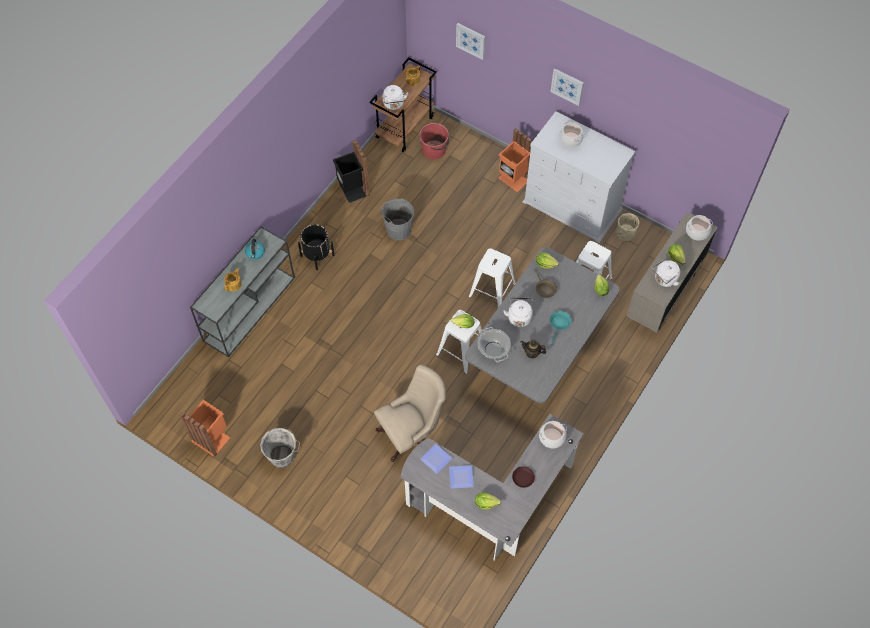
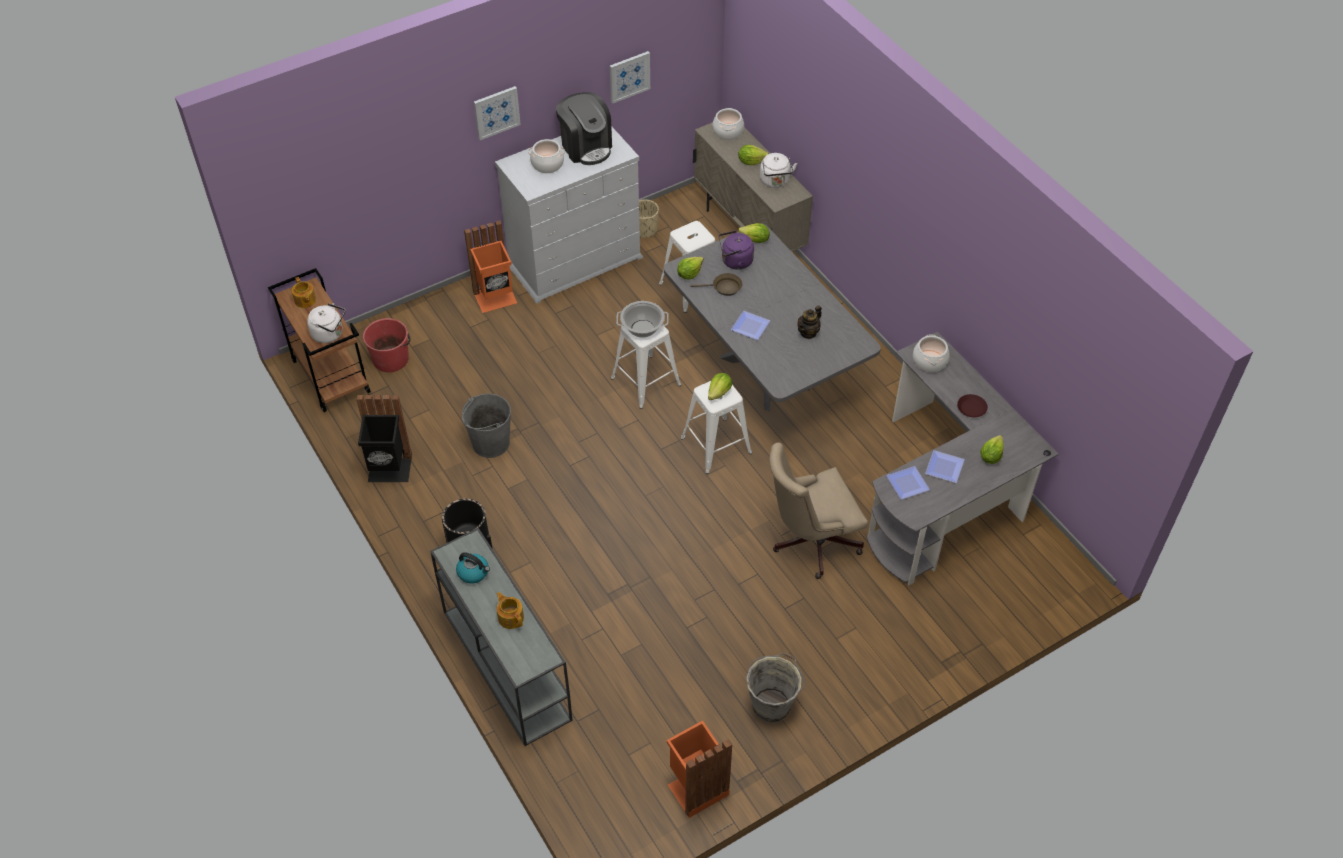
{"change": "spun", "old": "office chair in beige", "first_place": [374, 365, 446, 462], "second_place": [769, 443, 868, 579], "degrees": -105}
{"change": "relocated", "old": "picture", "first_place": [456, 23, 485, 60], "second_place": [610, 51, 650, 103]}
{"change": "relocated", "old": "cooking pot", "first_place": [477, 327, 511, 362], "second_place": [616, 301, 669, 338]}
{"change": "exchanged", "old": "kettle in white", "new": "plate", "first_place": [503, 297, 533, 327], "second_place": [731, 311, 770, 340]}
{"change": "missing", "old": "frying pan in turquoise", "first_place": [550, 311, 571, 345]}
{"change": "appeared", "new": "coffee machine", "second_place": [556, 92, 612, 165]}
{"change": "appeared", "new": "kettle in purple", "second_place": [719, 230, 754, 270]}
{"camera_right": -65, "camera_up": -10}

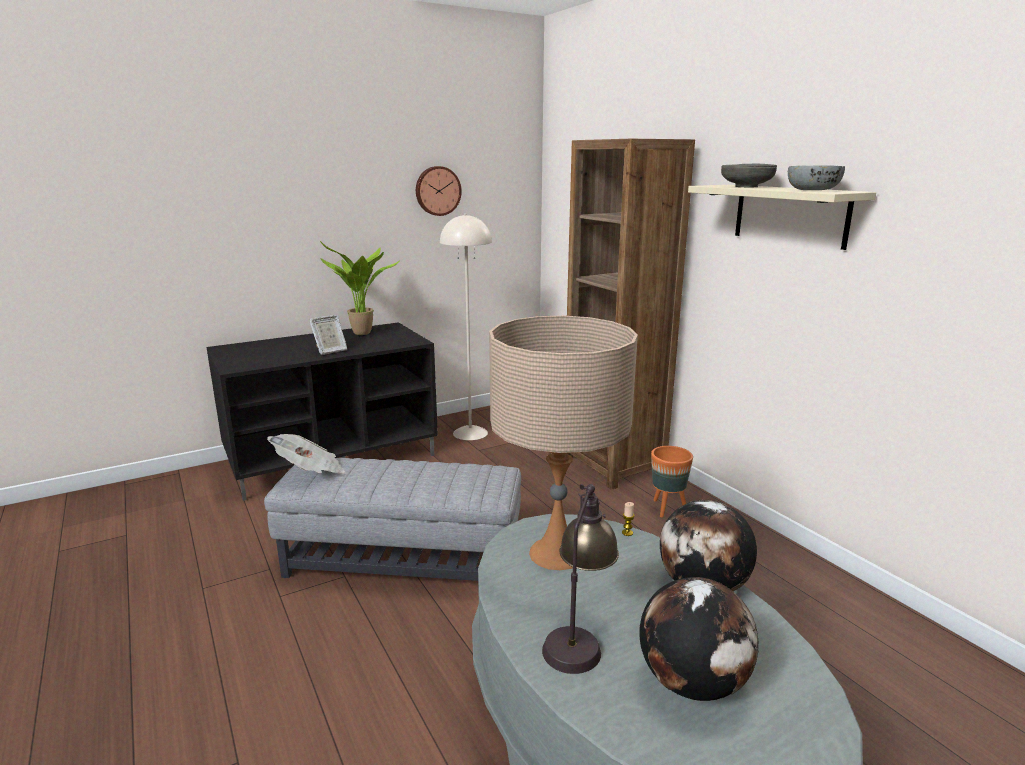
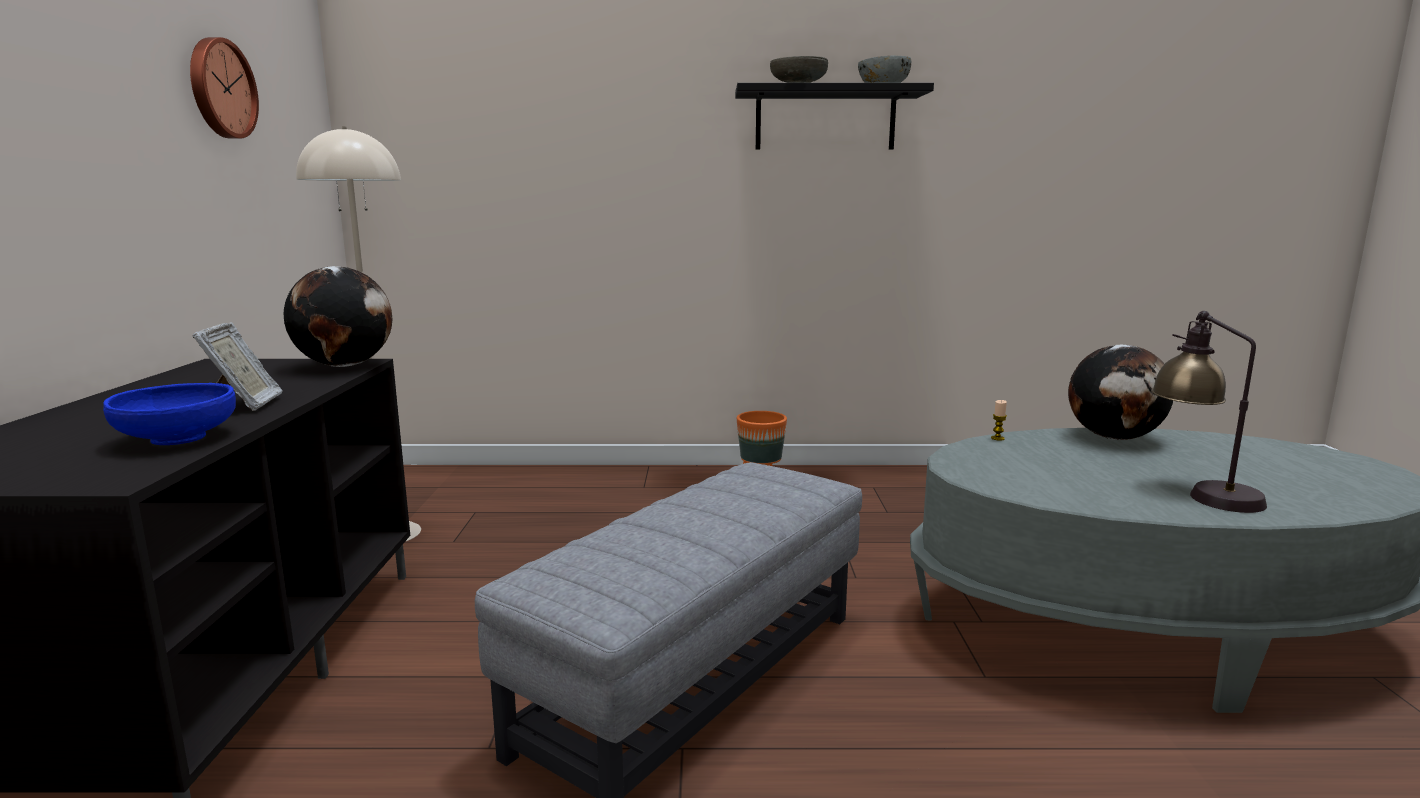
{"change": "missing", "old": "newspaper", "first_place": [267, 434, 346, 474]}
{"change": "missing", "old": "potted plant", "first_place": [320, 241, 400, 335]}
{"change": "missing", "old": "table lamp in beige", "first_place": [489, 316, 638, 570]}
{"change": "missing", "old": "bookcase in brown", "first_place": [567, 139, 695, 490]}
{"change": "relocated", "old": "globe", "first_place": [639, 577, 758, 701], "second_place": [284, 266, 392, 367]}
{"change": "colour", "old": "shelf in beige", "new": "shelf in black", "first_place": [688, 185, 876, 250], "second_place": [735, 83, 934, 150]}
{"change": "appeared", "new": "bowl in blue", "second_place": [103, 383, 236, 445]}
{"camera_right": -60, "camera_up": -5}

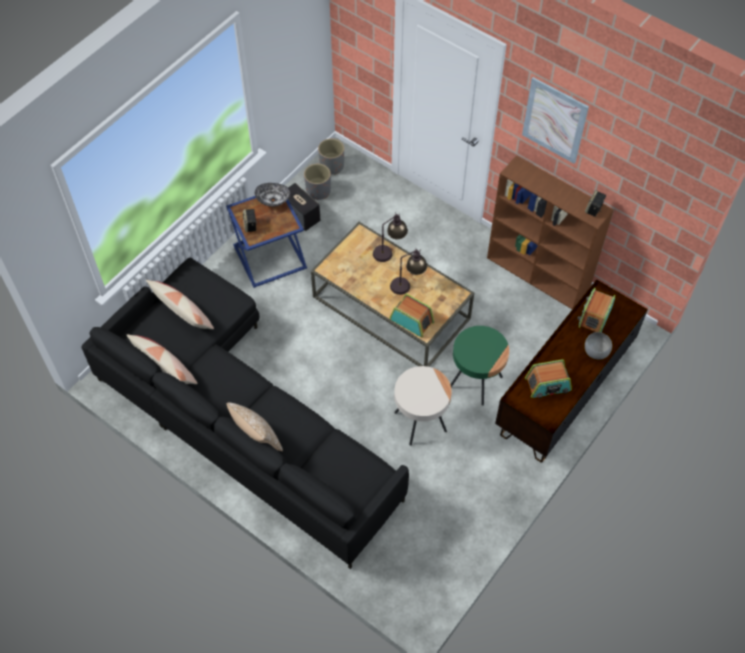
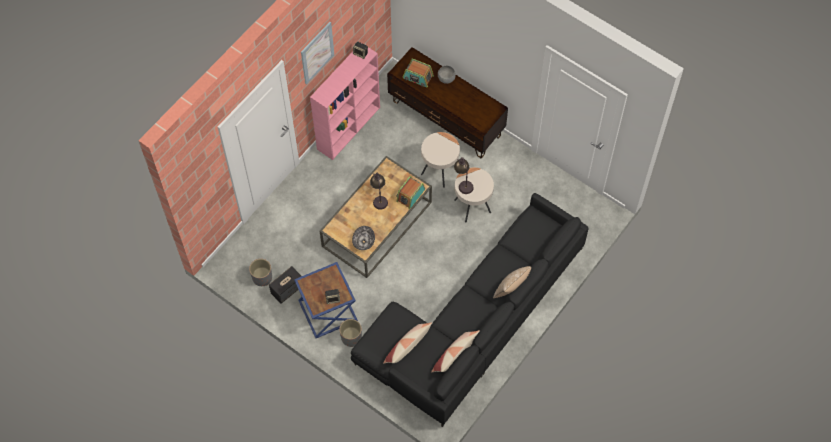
{"change": "relocated", "old": "bowl", "first_place": [255, 183, 290, 207], "second_place": [352, 226, 375, 250]}
{"change": "relocated", "old": "planter in grey", "first_place": [318, 139, 344, 175], "second_place": [339, 319, 362, 347]}
{"change": "relocated", "old": "table lamp", "first_place": [373, 213, 408, 262], "second_place": [454, 157, 474, 194]}
{"change": "colour", "old": "side table in green", "new": "side table in beige", "first_place": [450, 326, 509, 406], "second_place": [421, 132, 460, 188]}
{"change": "colour", "old": "bookcase in brown", "new": "bookcase in pink", "first_place": [487, 155, 614, 309], "second_place": [310, 47, 380, 160]}
{"change": "missing", "old": "radio", "first_place": [525, 359, 572, 399]}
{"camera_right": -90, "camera_up": 5}

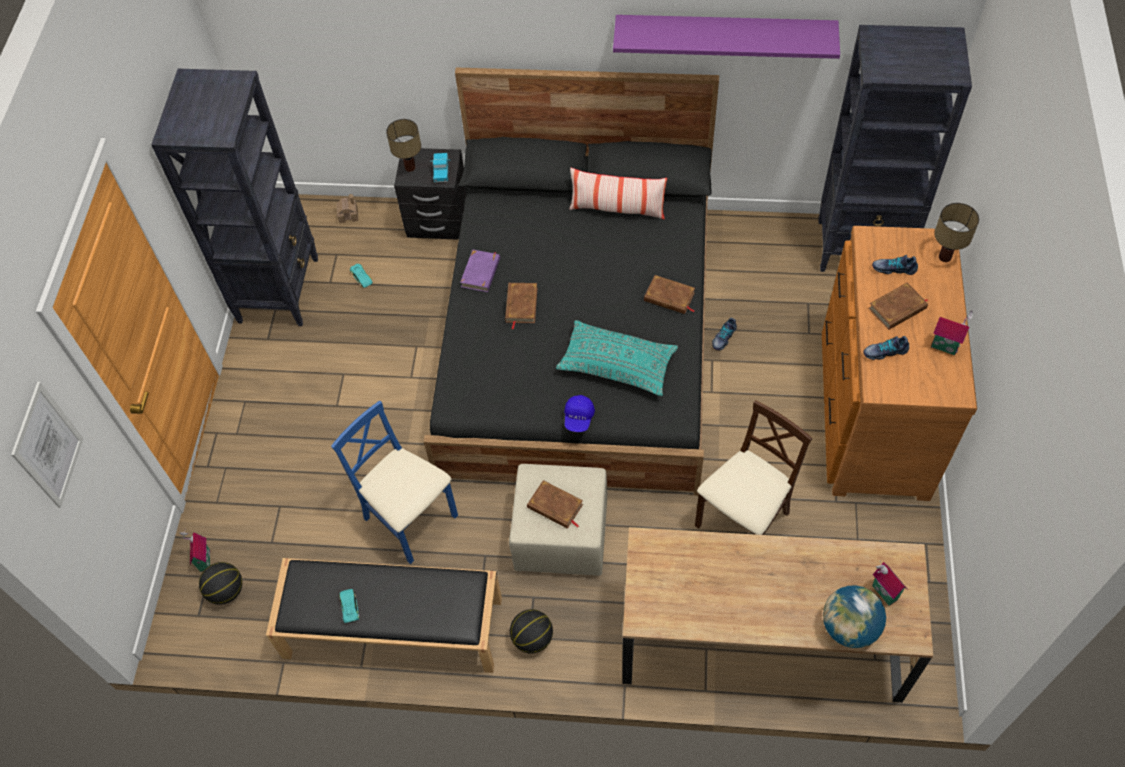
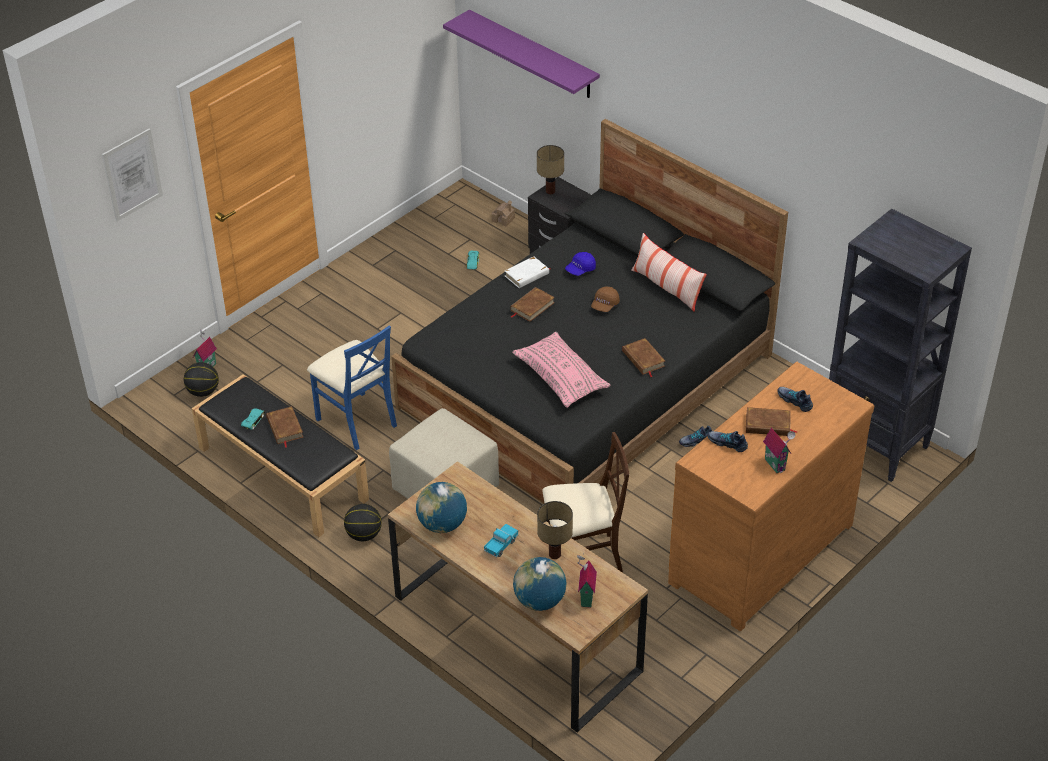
{"change": "missing", "old": "bookcase in black", "first_place": [151, 69, 318, 326]}
{"change": "spun", "old": "chair in blue", "first_place": [331, 401, 458, 564], "second_place": [307, 325, 397, 450], "degrees": 150}
{"change": "relocated", "old": "toy truck", "first_place": [430, 153, 450, 183], "second_place": [484, 524, 519, 558]}
{"change": "colour", "old": "book in purple", "new": "book in white", "first_place": [460, 250, 500, 292], "second_place": [505, 256, 550, 288]}
{"change": "relocated", "old": "book in brown", "first_place": [527, 480, 583, 529], "second_place": [266, 406, 303, 447]}
{"change": "colour", "old": "pillow in turquoise", "new": "pillow in pink", "first_place": [556, 320, 678, 396], "second_place": [512, 332, 610, 408]}
{"change": "relocated", "old": "cap in blue", "first_place": [564, 395, 595, 432], "second_place": [565, 252, 596, 276]}
{"change": "relocated", "old": "shelf in purple", "first_place": [613, 15, 840, 59], "second_place": [443, 10, 600, 98]}
{"change": "relocated", "old": "table lamp", "first_place": [934, 203, 979, 262], "second_place": [537, 501, 573, 559]}
{"change": "appeared", "new": "globe", "second_place": [416, 482, 467, 533]}
{"change": "appeared", "new": "cap in brown", "second_place": [591, 286, 620, 312]}
{"camera_right": 35, "camera_up": -15}

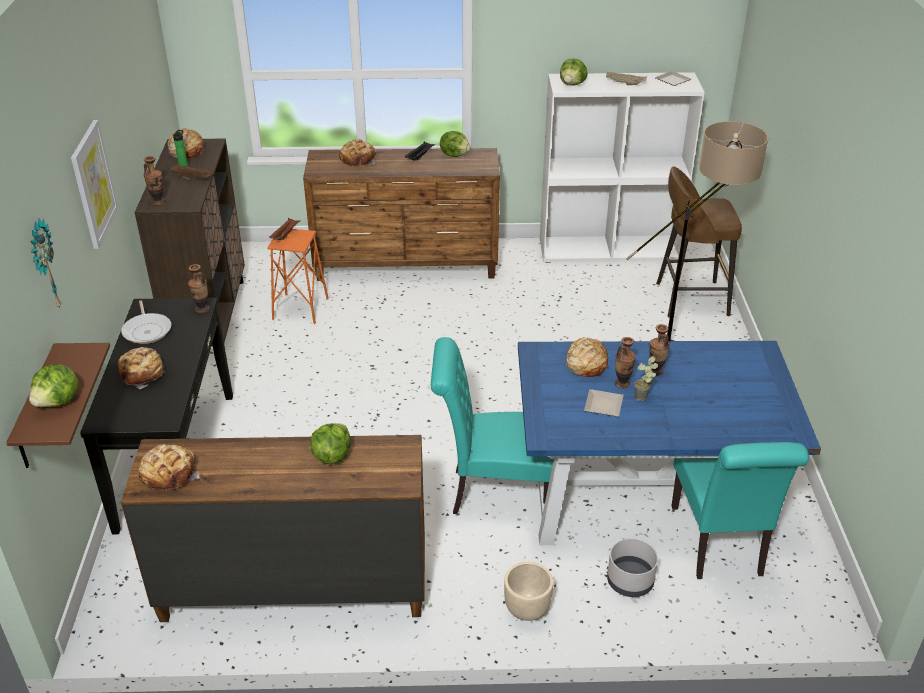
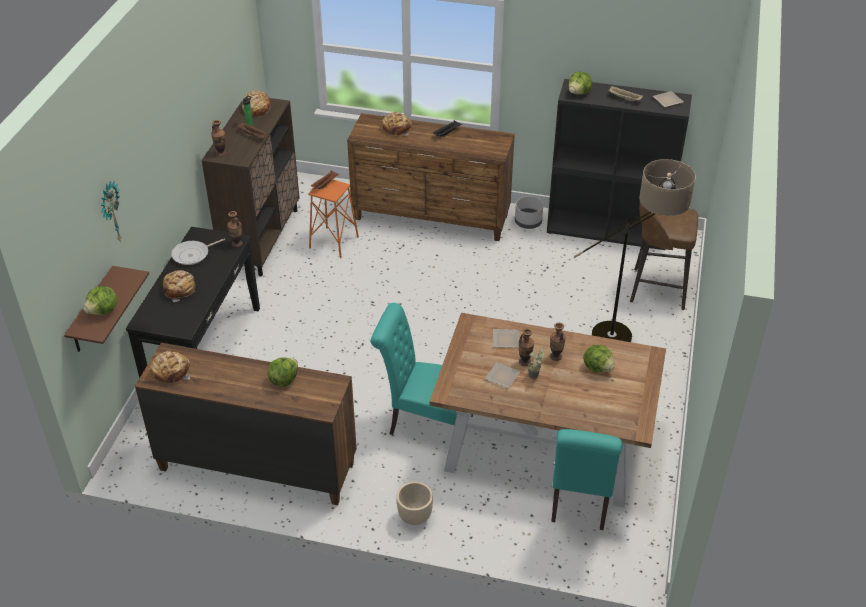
{"change": "missing", "old": "picture", "first_place": [71, 120, 118, 249]}
{"change": "spun", "old": "frying pan", "first_place": [121, 300, 171, 344], "second_place": [171, 238, 225, 265], "degrees": 60}
{"change": "relocated", "old": "lettuce", "first_place": [440, 131, 471, 157], "second_place": [583, 345, 614, 373]}
{"change": "colour", "old": "dining table in blue", "new": "dining table in brown", "first_place": [518, 341, 821, 545], "second_place": [430, 313, 666, 508]}
{"change": "colour", "old": "bookcase in white", "new": "bookcase in black", "first_place": [540, 72, 704, 262], "second_place": [547, 79, 692, 250]}
{"change": "exchanged", "old": "bread", "new": "plate", "first_place": [565, 337, 608, 377], "second_place": [493, 329, 519, 348]}
{"change": "relocated", "old": "planter in grey", "first_place": [607, 538, 658, 597], "second_place": [515, 196, 543, 229]}
{"camera_right": 15, "camera_up": 5}

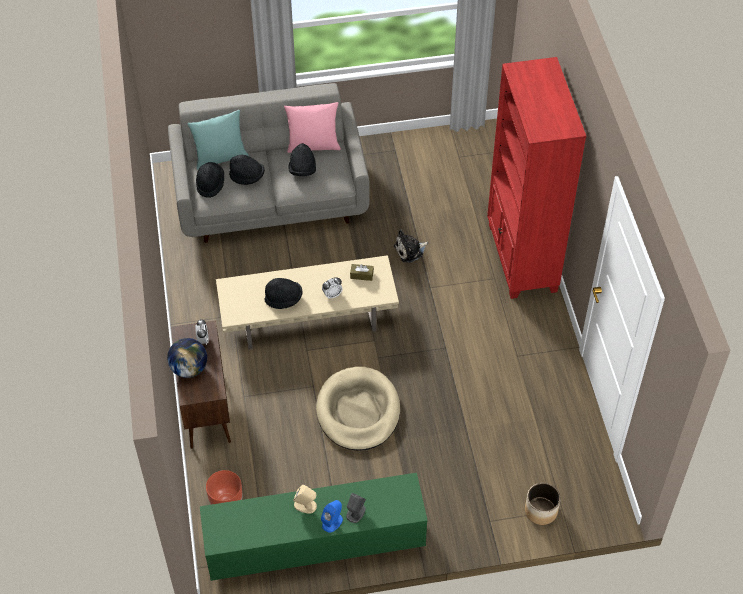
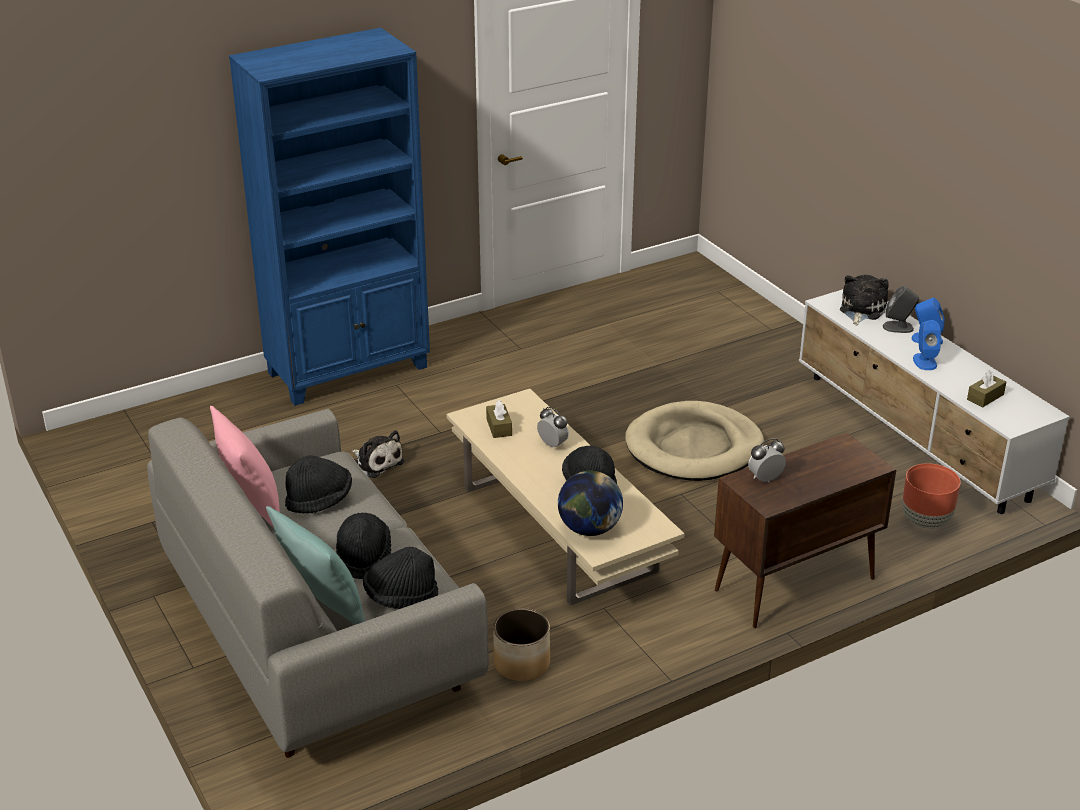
{"change": "relocated", "old": "globe", "first_place": [167, 338, 207, 378], "second_place": [558, 471, 623, 536]}
{"change": "colour", "old": "tv stand in green", "new": "tv stand in white", "first_place": [200, 473, 428, 581], "second_place": [799, 289, 1070, 514]}
{"change": "colour", "old": "speaker in beige", "new": "speaker in blue", "first_place": [293, 485, 317, 514], "second_place": [913, 320, 941, 370]}
{"change": "colour", "old": "bookcase in red", "new": "bookcase in blue", "first_place": [487, 57, 586, 299], "second_place": [229, 28, 430, 406]}
{"change": "relocated", "old": "planter", "first_place": [525, 483, 561, 525], "second_place": [493, 608, 550, 681]}
{"change": "appeared", "new": "plush toy", "second_place": [840, 275, 889, 325]}
{"change": "appeared", "new": "tissue box in brown", "second_place": [967, 370, 1006, 407]}
{"camera_right": -110, "camera_up": -20}

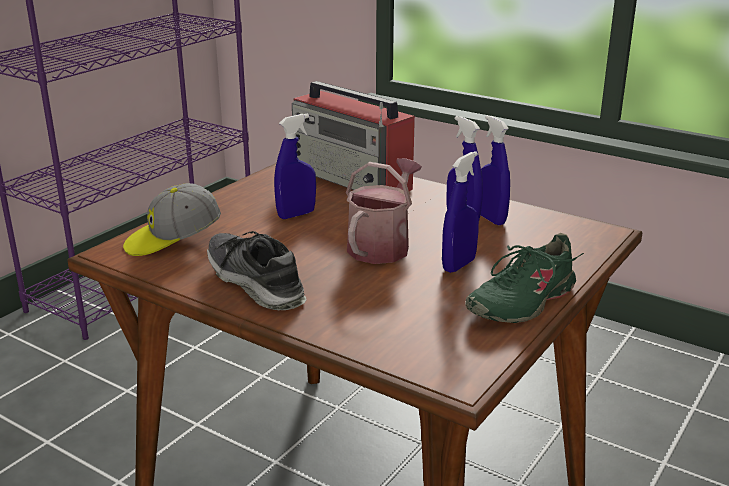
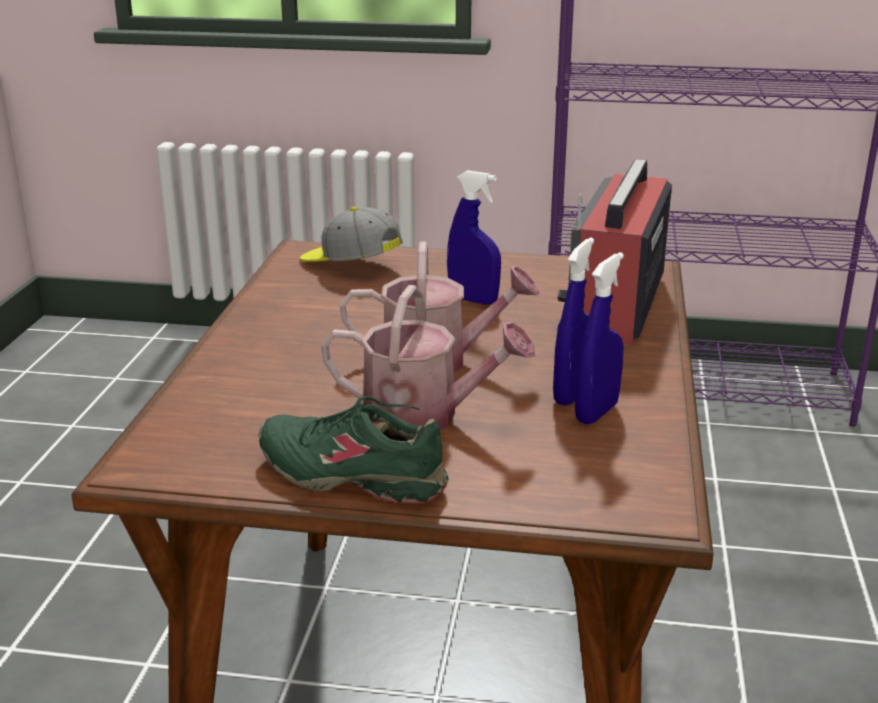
{"change": "missing", "old": "shoe", "first_place": [207, 231, 306, 310]}
{"change": "exchanged", "old": "spray bottle in blue", "new": "watering can", "first_place": [442, 151, 479, 273], "second_place": [321, 285, 535, 430]}
{"camera_right": 65, "camera_up": 0}

